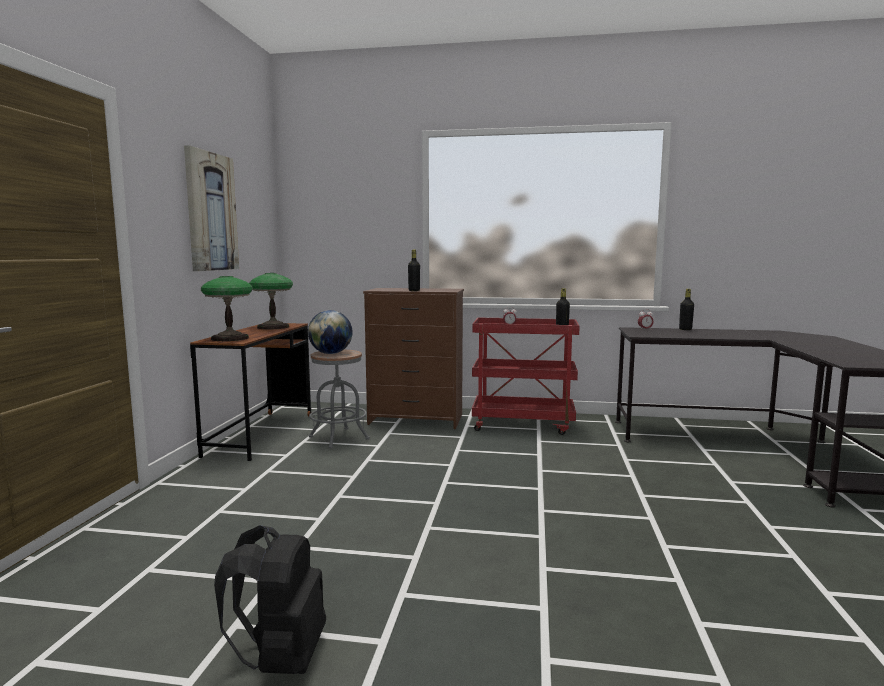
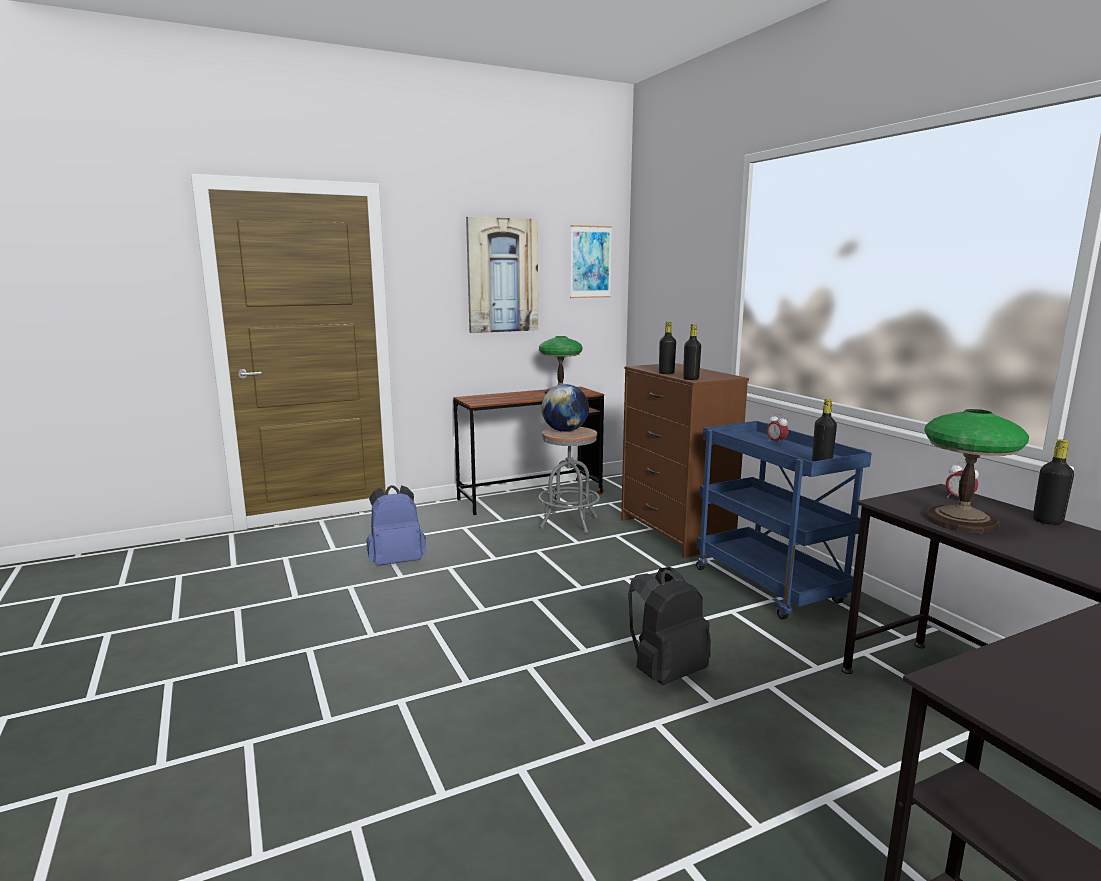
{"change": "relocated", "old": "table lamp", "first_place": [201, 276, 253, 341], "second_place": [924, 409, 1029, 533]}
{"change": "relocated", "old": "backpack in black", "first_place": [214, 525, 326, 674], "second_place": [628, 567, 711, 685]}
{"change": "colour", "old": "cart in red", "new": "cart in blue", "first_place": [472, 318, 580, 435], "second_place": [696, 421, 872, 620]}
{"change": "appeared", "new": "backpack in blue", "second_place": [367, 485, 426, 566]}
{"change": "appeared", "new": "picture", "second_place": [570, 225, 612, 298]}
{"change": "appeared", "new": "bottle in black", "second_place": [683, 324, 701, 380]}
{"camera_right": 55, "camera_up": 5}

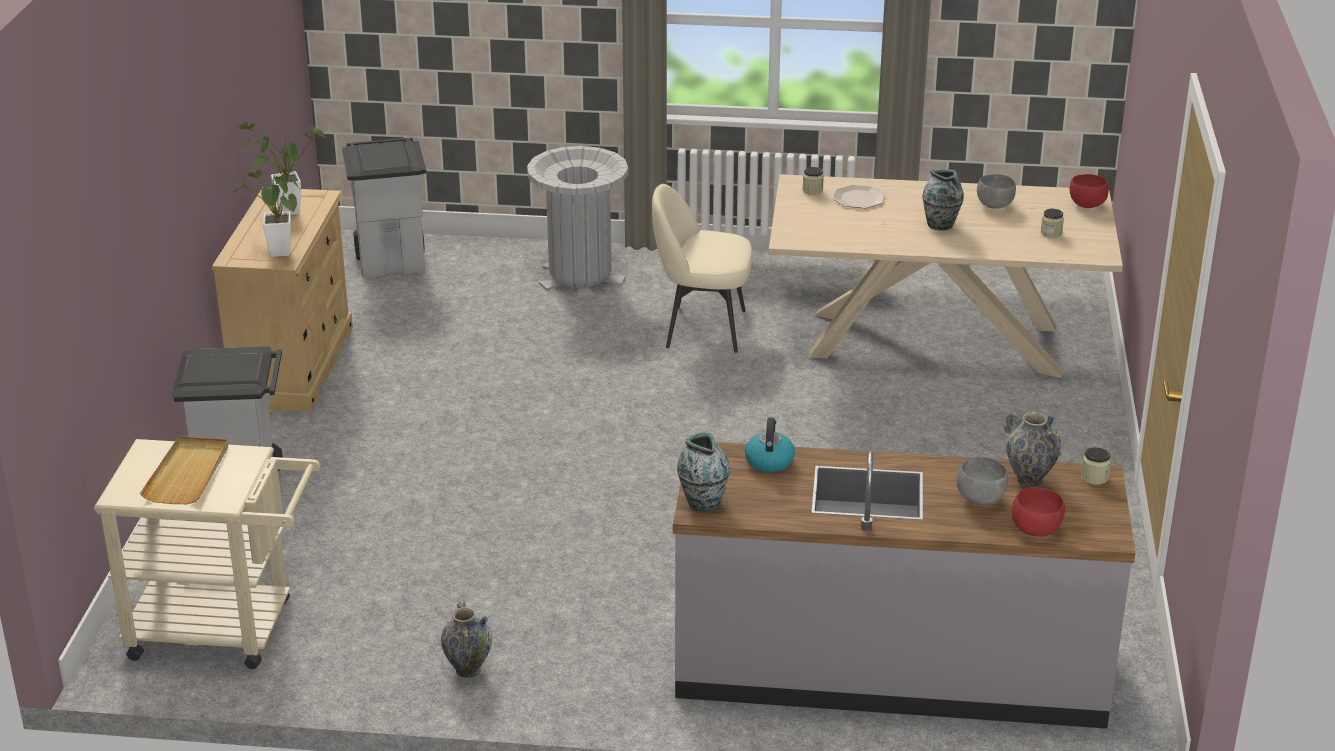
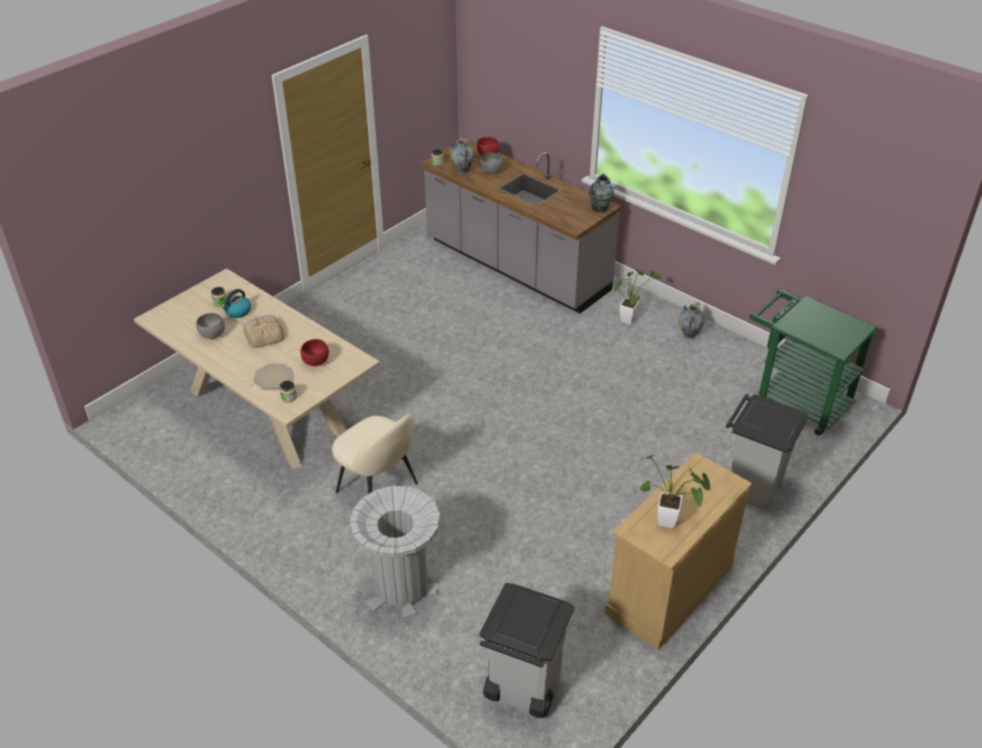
{"change": "colour", "old": "cart in beige", "new": "cart in green", "first_place": [94, 439, 320, 669], "second_place": [749, 290, 877, 436]}
{"change": "missing", "old": "tray in beige", "first_place": [140, 437, 228, 504]}
{"change": "relocated", "old": "potted plant", "first_place": [230, 151, 300, 257], "second_place": [614, 269, 661, 324]}
{"change": "relocated", "old": "kettle", "first_place": [745, 418, 795, 472], "second_place": [221, 289, 251, 318]}
{"change": "exchanged", "old": "vase", "new": "bread", "first_place": [922, 169, 964, 231], "second_place": [244, 315, 285, 348]}
{"change": "relocated", "old": "bowl in red", "first_place": [1070, 174, 1109, 208], "second_place": [300, 339, 329, 366]}
{"camera_right": -145, "camera_up": 10}

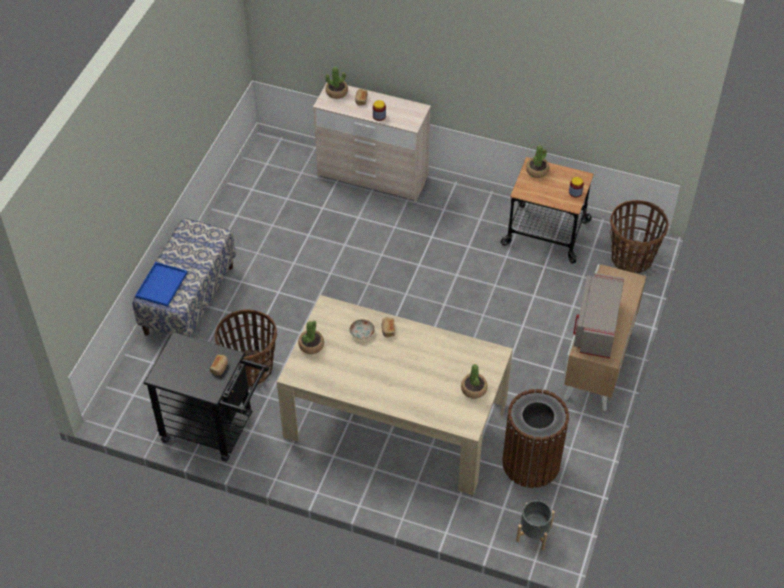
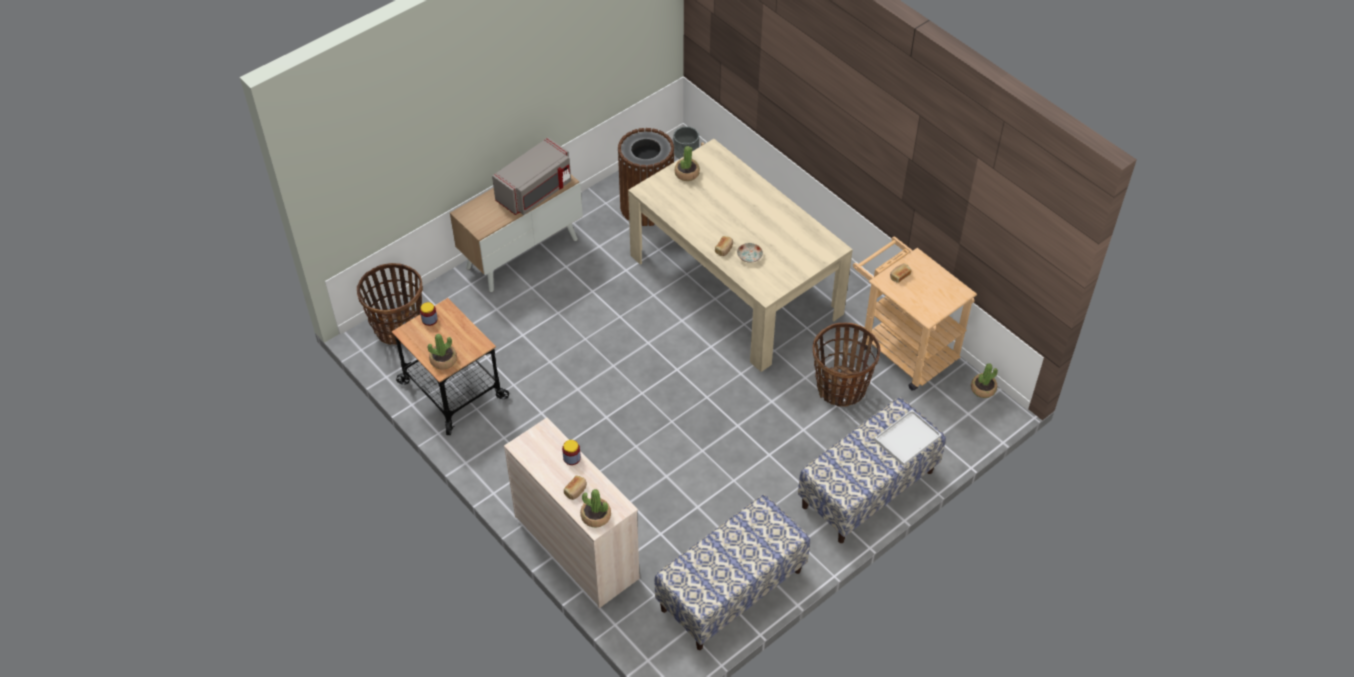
{"change": "colour", "old": "tray in blue", "new": "tray in white", "first_place": [135, 262, 187, 307], "second_place": [874, 410, 942, 466]}
{"change": "colour", "old": "cart in black", "new": "cart in beige", "first_place": [144, 332, 269, 462], "second_place": [853, 237, 977, 391]}
{"change": "relocated", "old": "potted plant", "first_place": [298, 321, 324, 354], "second_place": [971, 364, 998, 398]}
{"change": "appeared", "new": "bench", "second_place": [655, 495, 810, 650]}
{"camera_right": -150, "camera_up": 0}

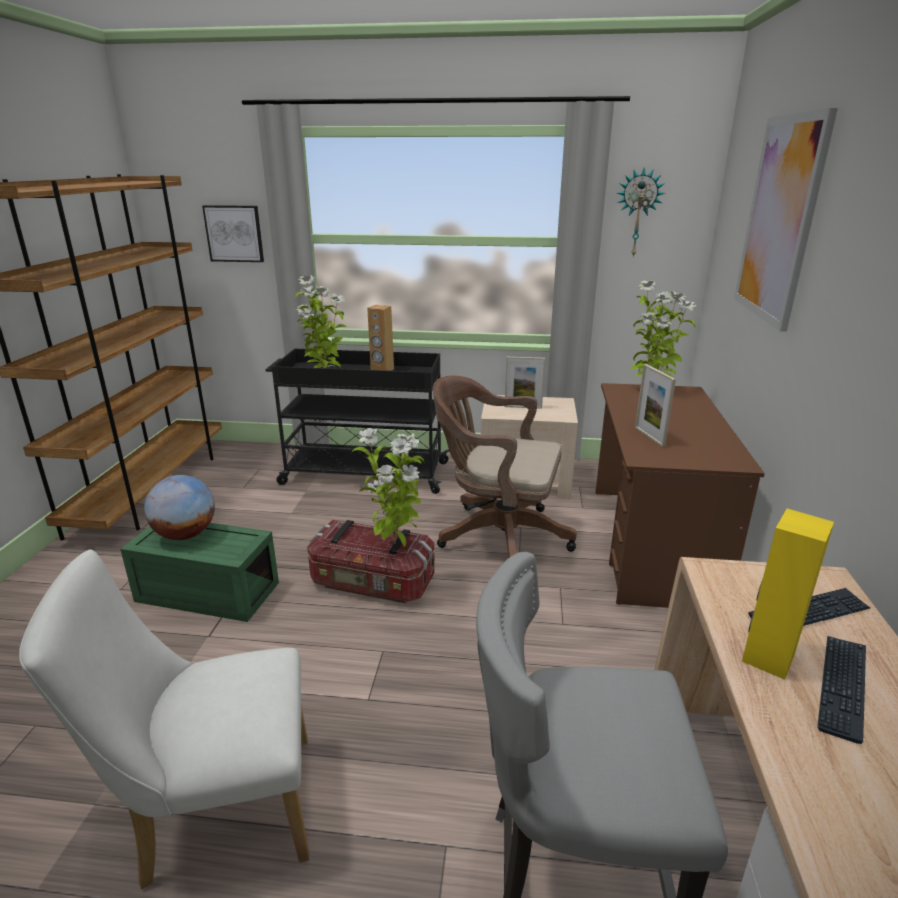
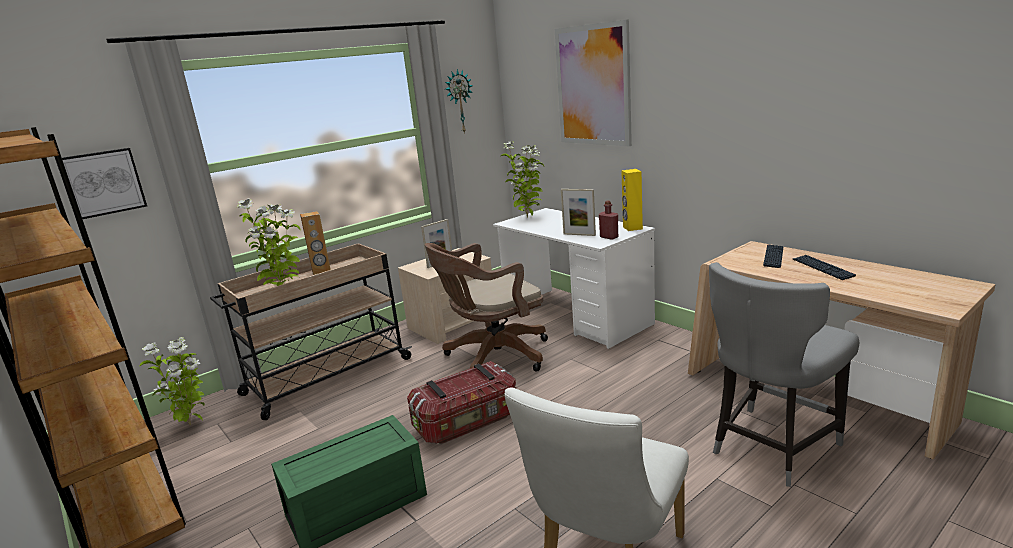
{"change": "missing", "old": "globe", "first_place": [144, 475, 215, 540]}
{"change": "colour", "old": "cart in black", "new": "cart in beige", "first_place": [265, 349, 449, 494], "second_place": [210, 243, 412, 420]}
{"change": "relocated", "old": "potted plant", "first_place": [352, 428, 425, 547], "second_place": [139, 337, 205, 426]}
{"change": "colour", "old": "desk in brown", "new": "desk in white", "first_place": [596, 383, 765, 608], "second_place": [493, 208, 655, 349]}
{"change": "relocated", "old": "speaker in yellow", "first_place": [742, 509, 834, 680], "second_place": [621, 169, 643, 231]}
{"change": "appeared", "new": "bottle in red", "second_place": [599, 201, 618, 240]}
{"camera_right": -45, "camera_up": -5}

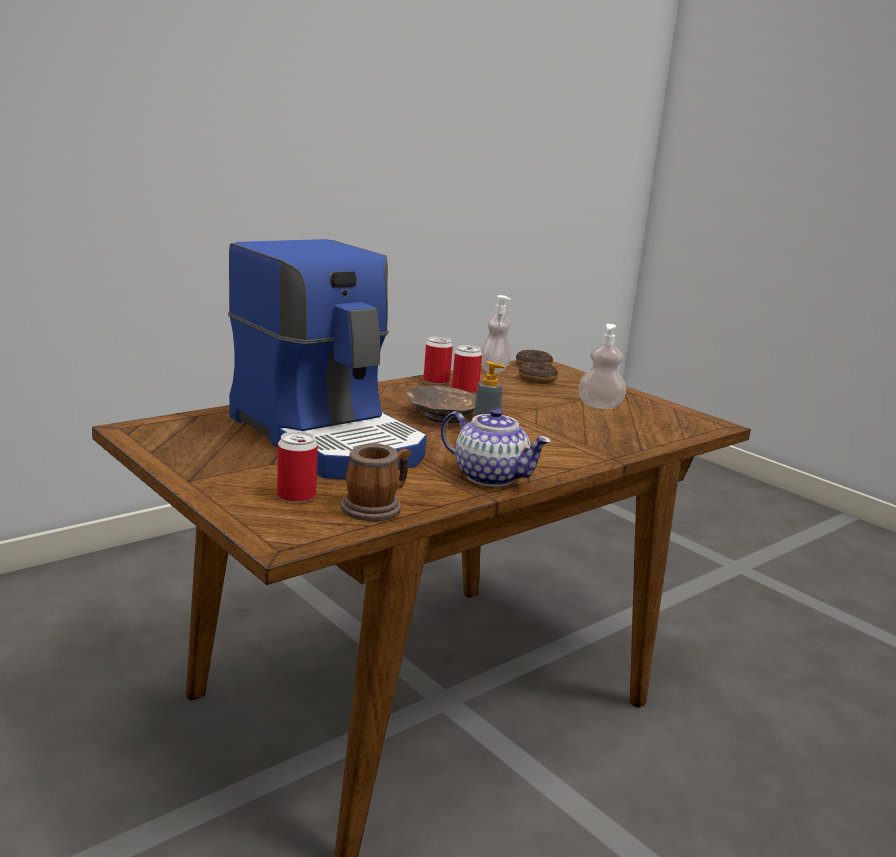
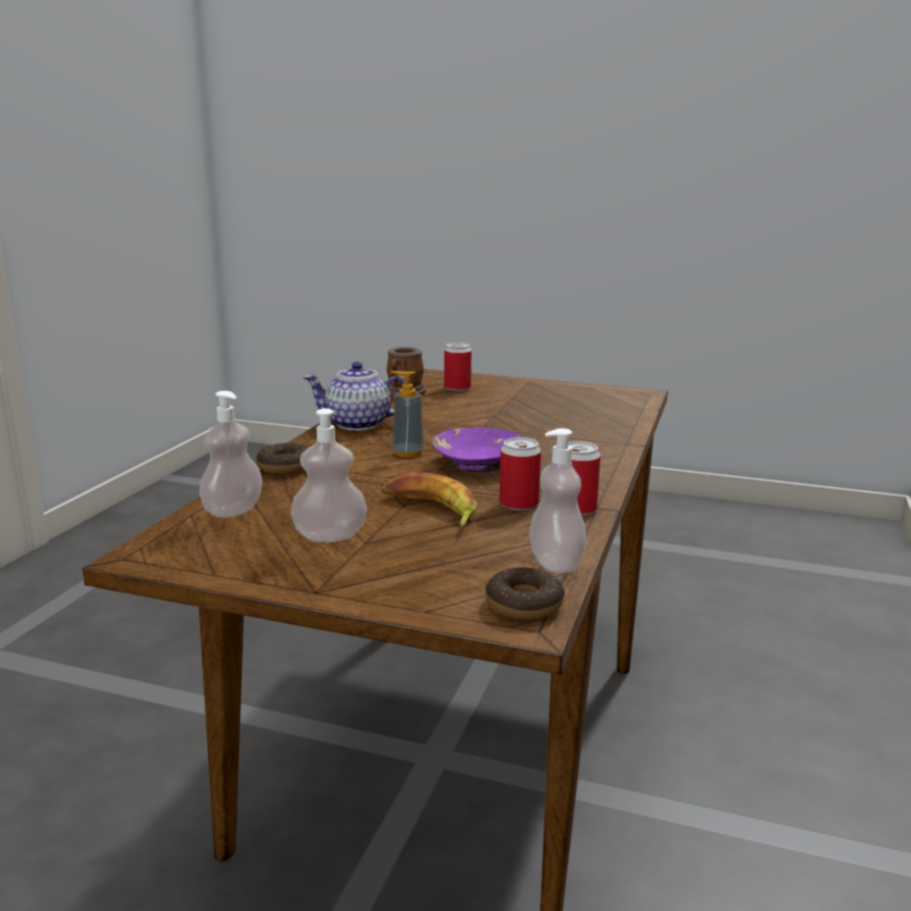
{"change": "missing", "old": "coffee machine", "first_place": [228, 239, 427, 479]}
{"change": "colour", "old": "bowl in brown", "new": "bowl in purple", "first_place": [406, 385, 476, 423], "second_place": [432, 427, 522, 472]}
{"change": "relocated", "old": "donut", "first_place": [519, 362, 558, 383], "second_place": [257, 443, 308, 475]}
{"change": "appeared", "new": "soap dispenser", "second_place": [199, 391, 263, 518]}
{"change": "appeared", "new": "banana", "second_place": [381, 472, 477, 528]}
{"camera_right": 150, "camera_up": 0}

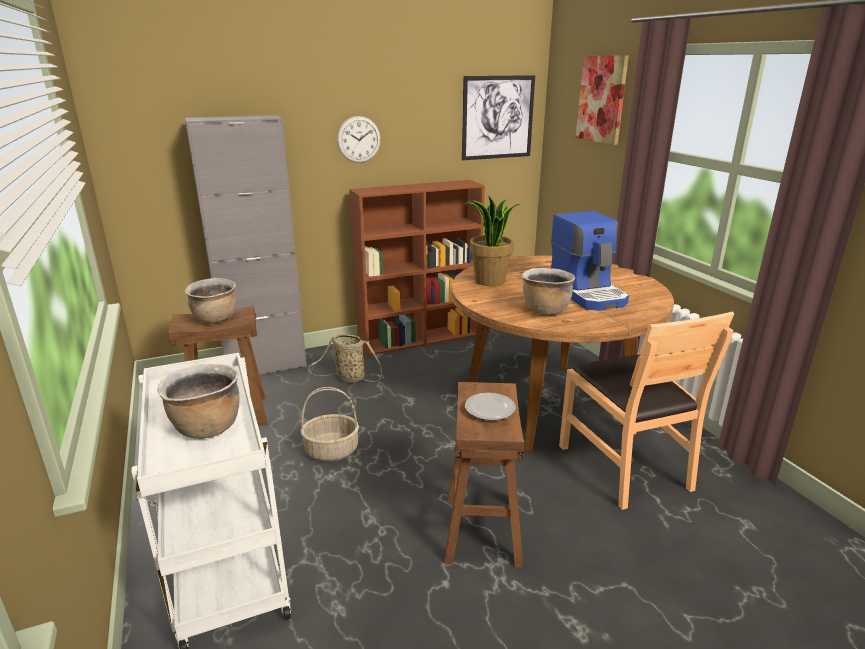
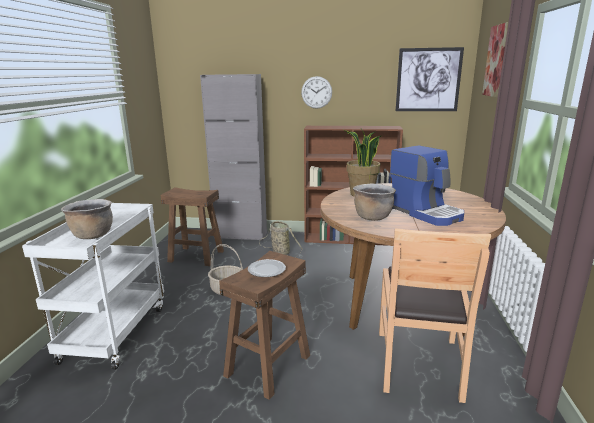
{"change": "missing", "old": "cooking pot in brown", "first_place": [185, 278, 236, 324]}
{"change": "spun", "old": "coffee machine", "first_place": [551, 211, 629, 311], "second_place": [390, 145, 464, 226], "degrees": -45}
{"camera_right": 30, "camera_up": -5}

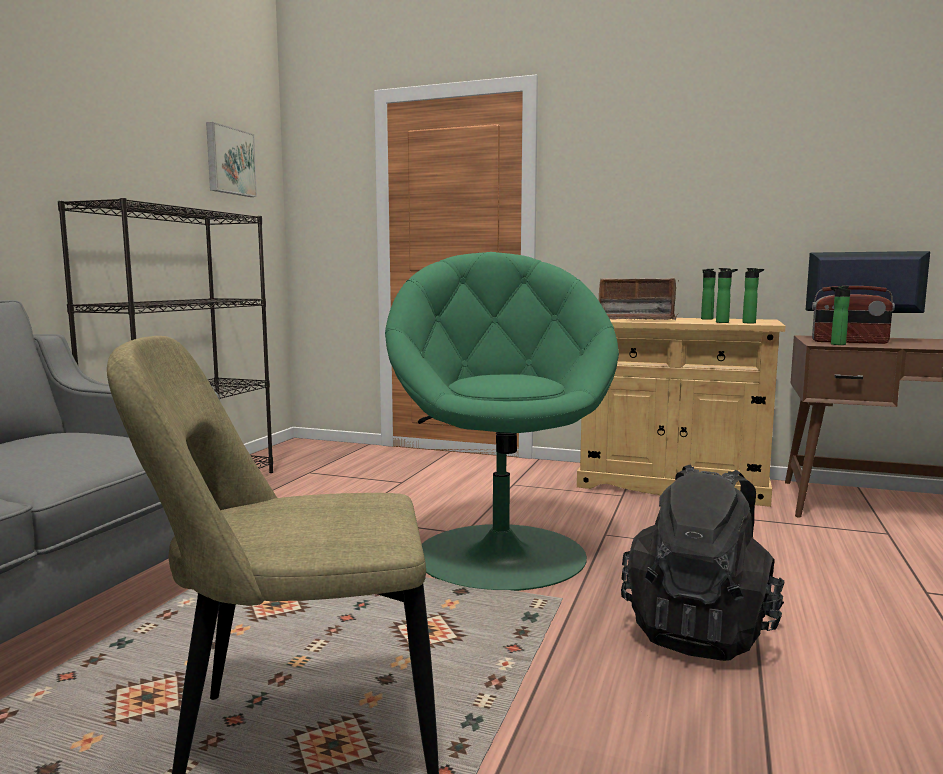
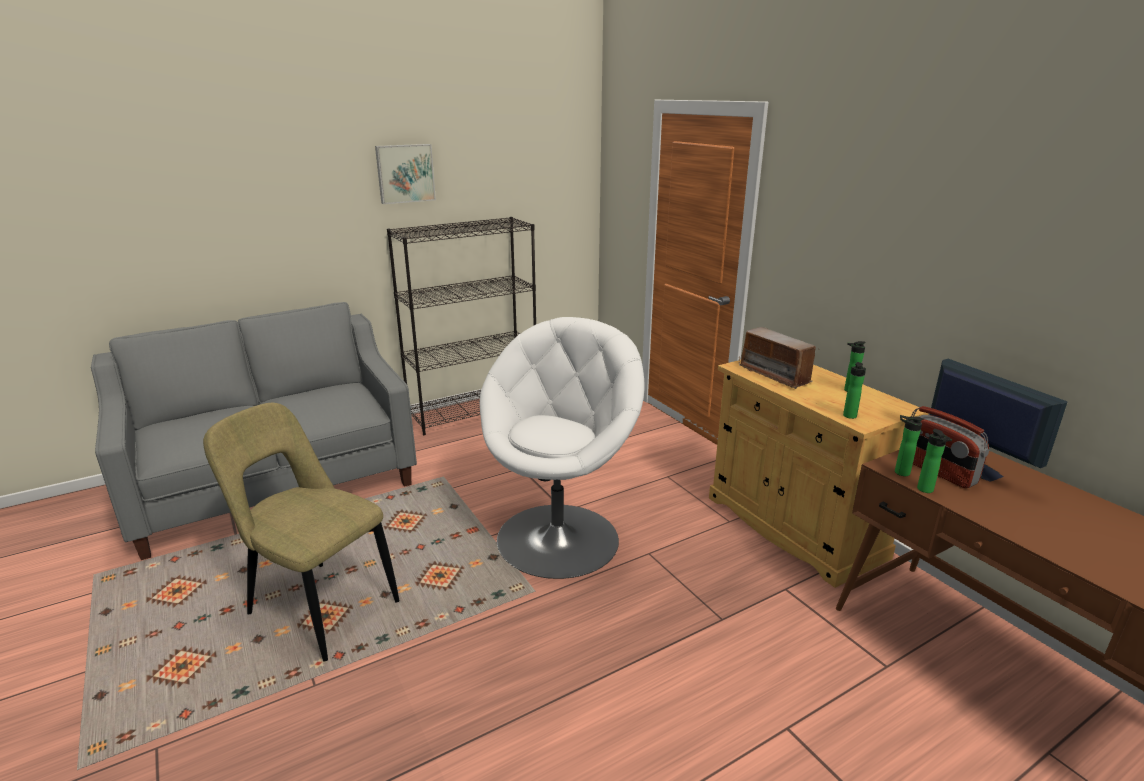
{"change": "relocated", "old": "picture", "first_place": [206, 122, 257, 197], "second_place": [375, 144, 436, 204]}
{"change": "colour", "old": "armchair in green", "new": "armchair in white", "first_place": [385, 252, 619, 591], "second_place": [479, 317, 644, 579]}
{"change": "missing", "old": "backpack in black", "first_place": [621, 465, 784, 661]}
{"change": "relocated", "old": "bottle", "first_place": [716, 268, 738, 323], "second_place": [917, 429, 952, 493]}
{"camera_right": 40, "camera_up": 15}

